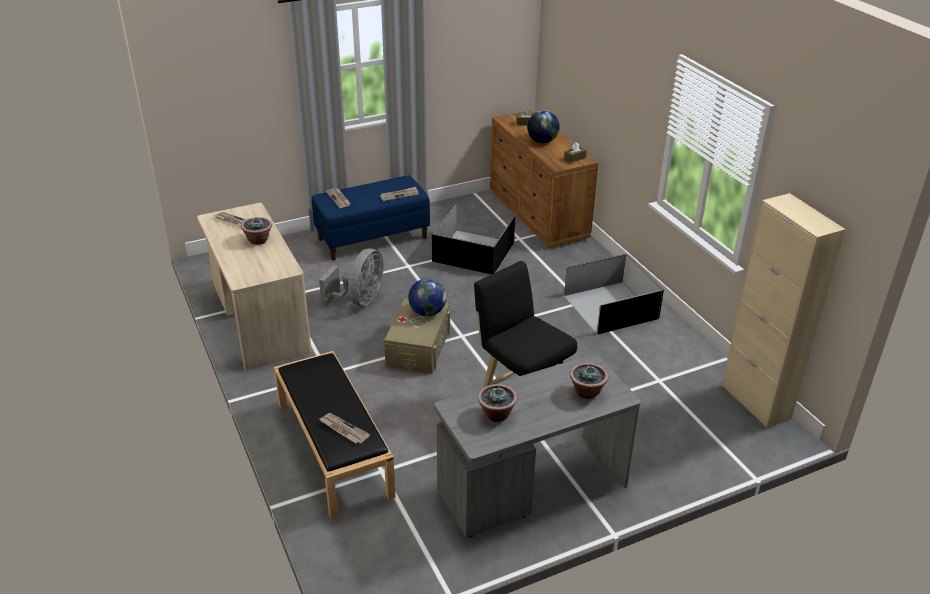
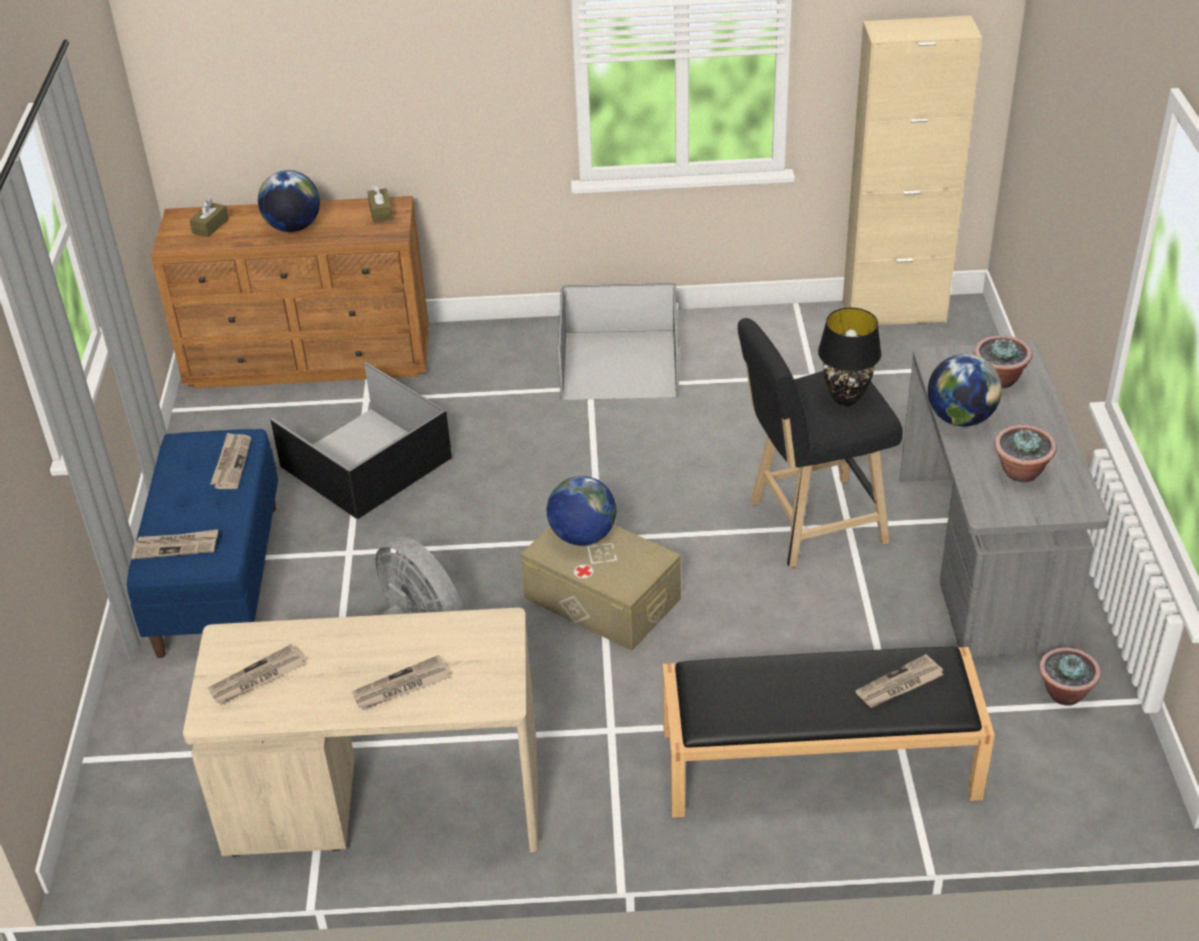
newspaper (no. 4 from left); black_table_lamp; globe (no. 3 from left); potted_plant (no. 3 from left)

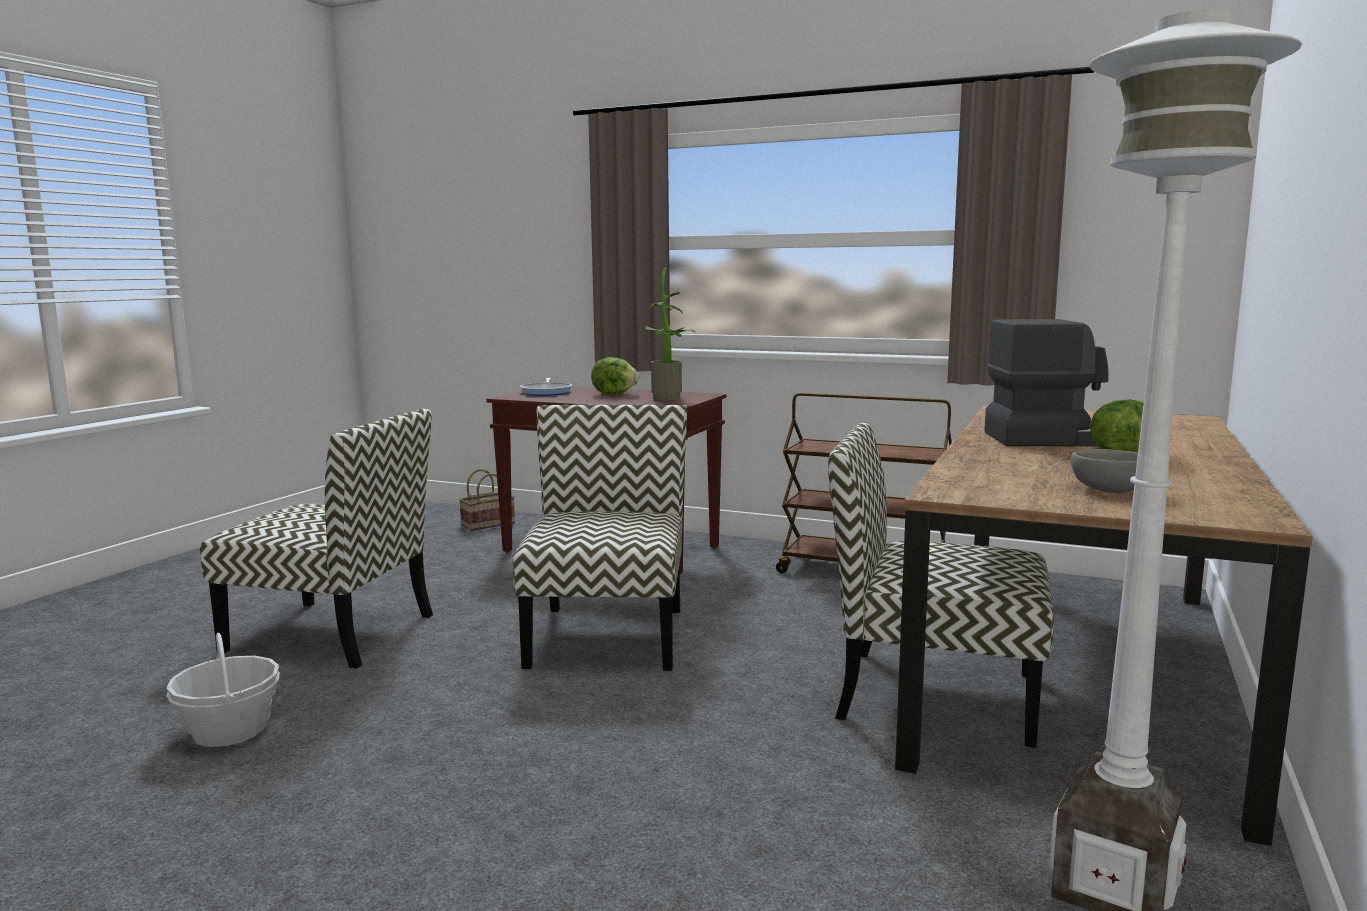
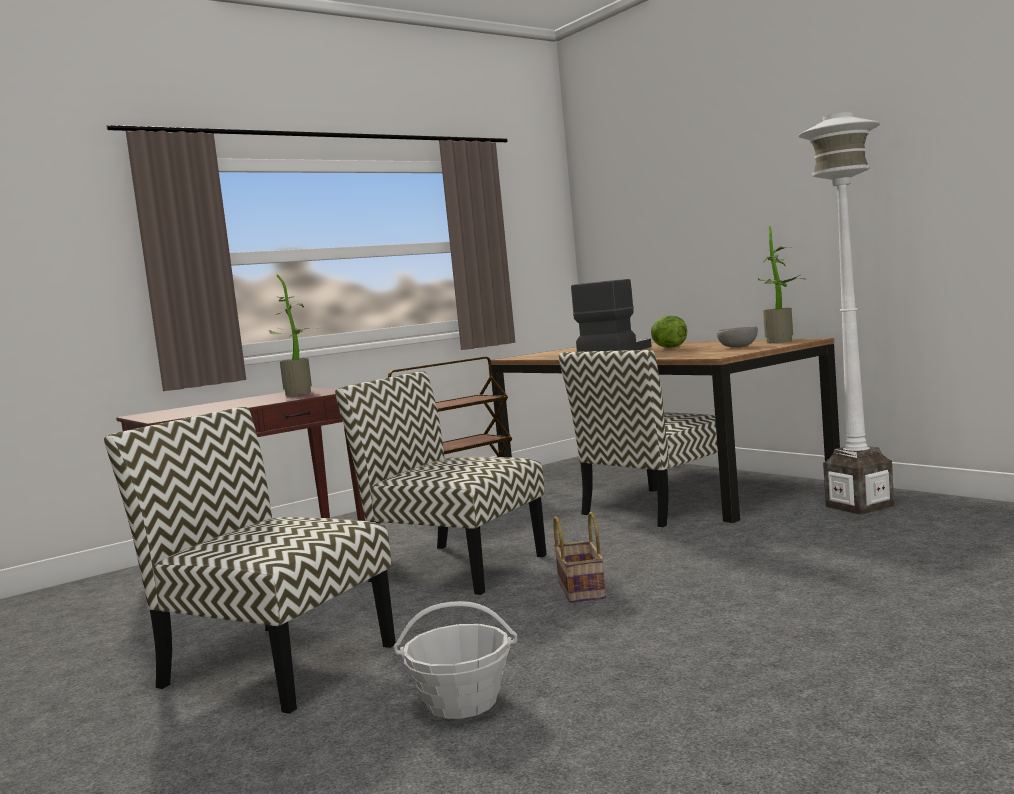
frying_pan; lettuce (no. 1 from left in the first image); potted_plant (no. 2 from left); basket (no. 2 from left); chair (no. 1 from left)

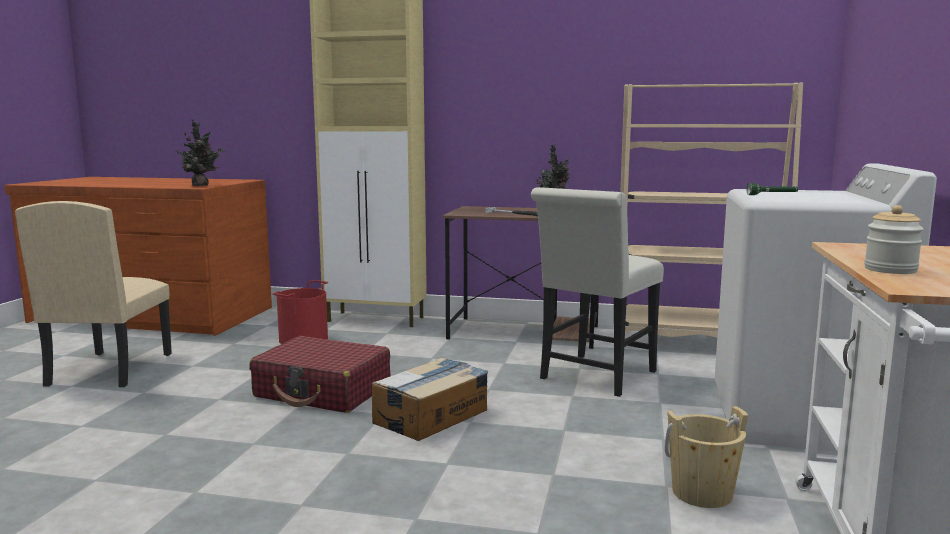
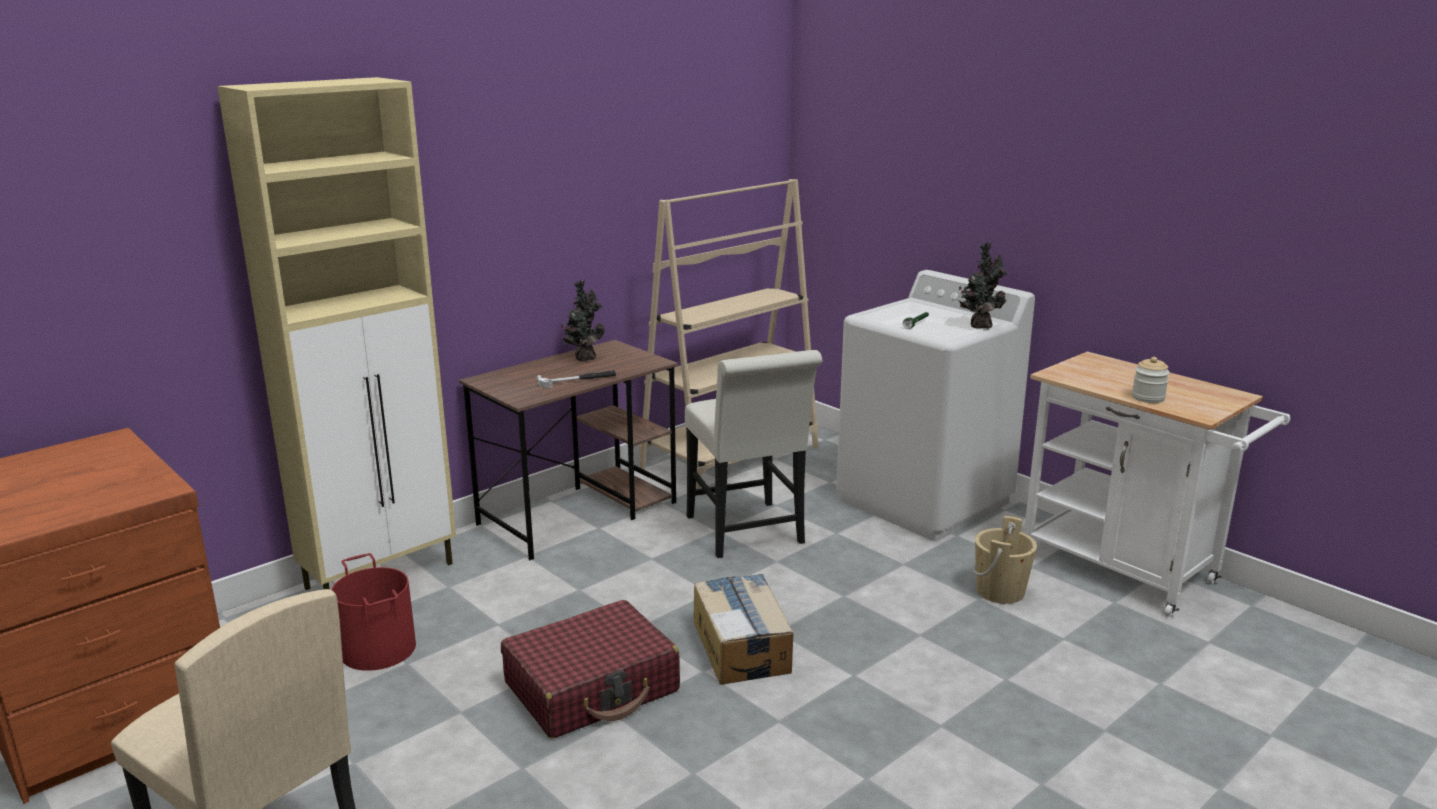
potted_plant (no. 2 from left)

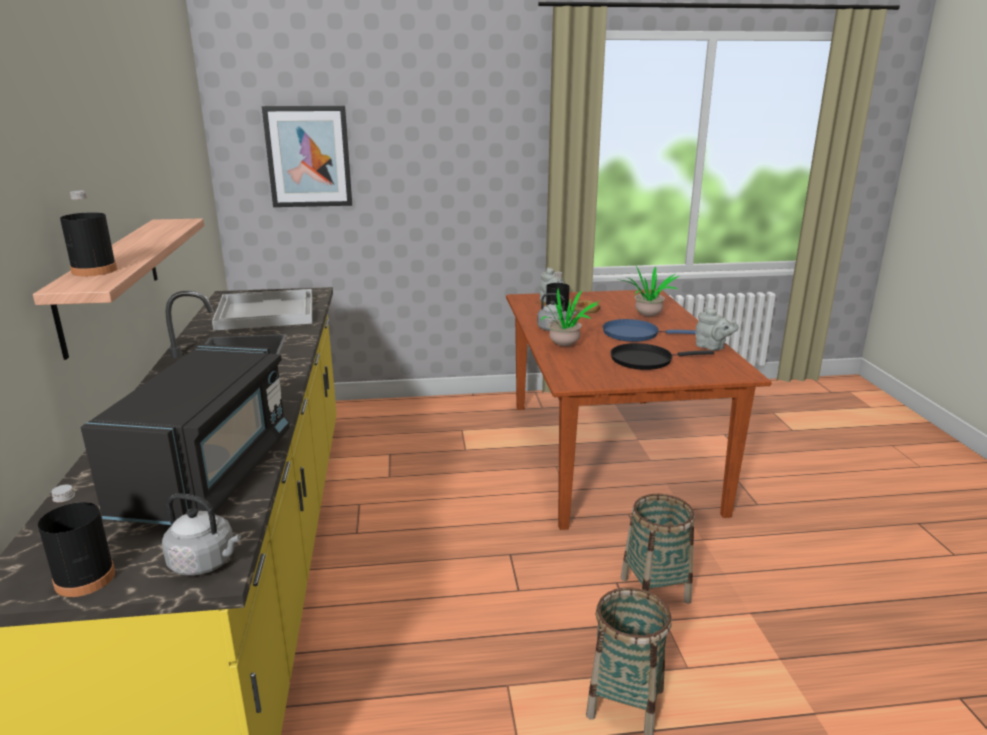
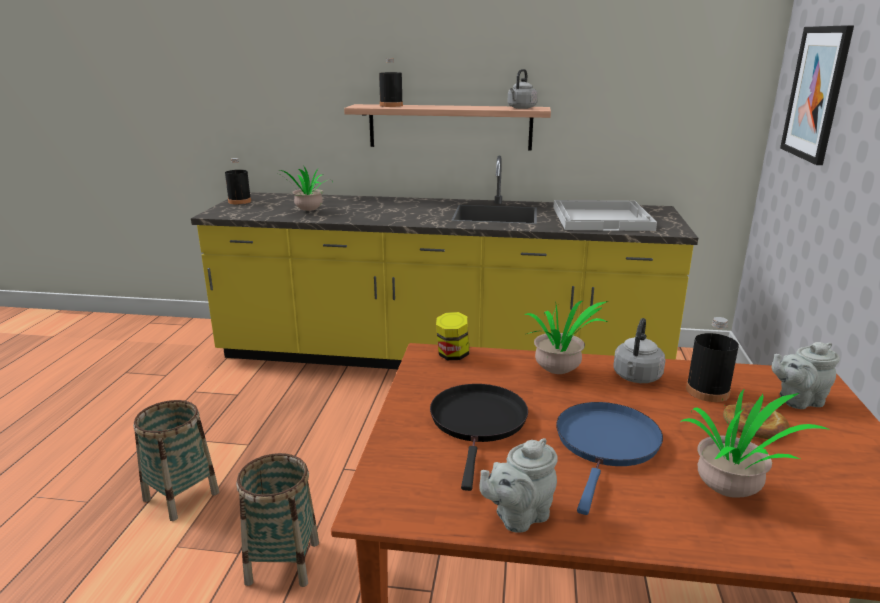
jar; grey_kettle (no. 1 from left); potted_plant (no. 1 from left)

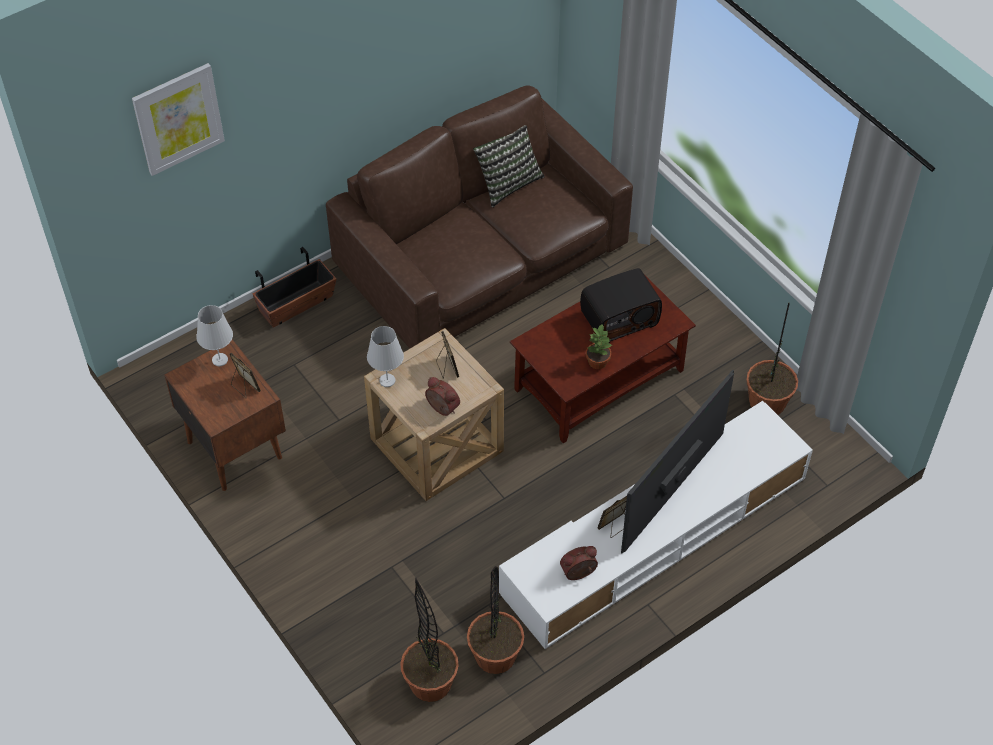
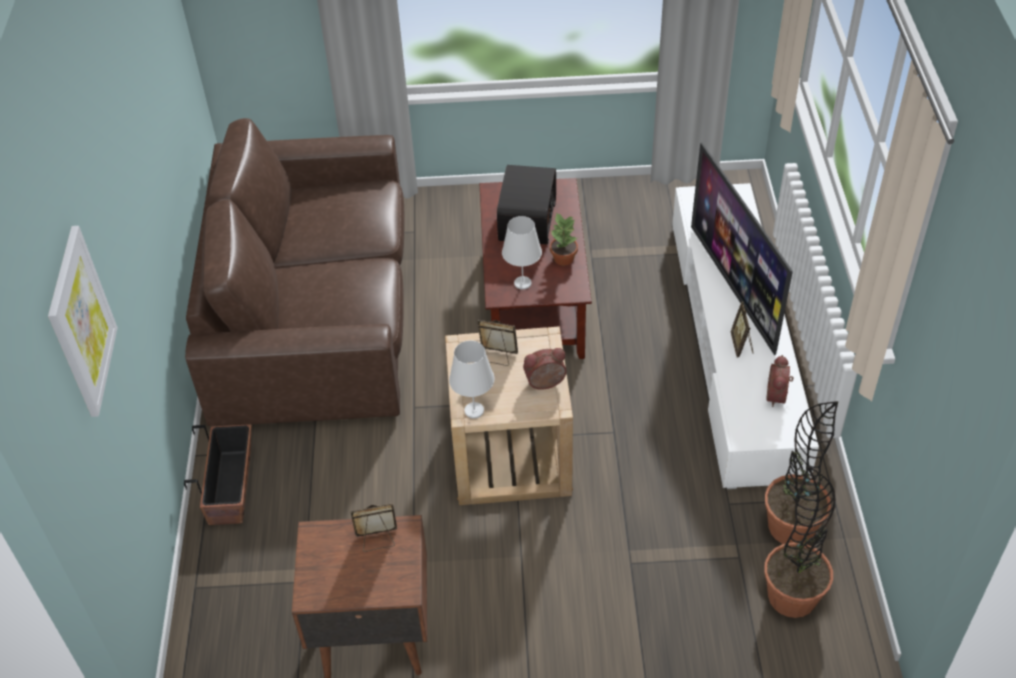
pillow; potted_plant (no. 4 from left in the first image); white_table_lamp (no. 2 from left)

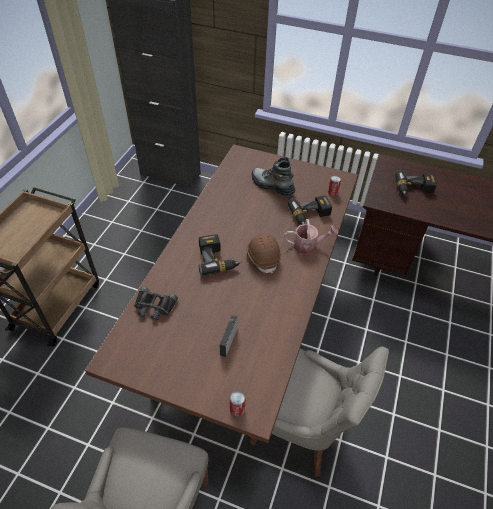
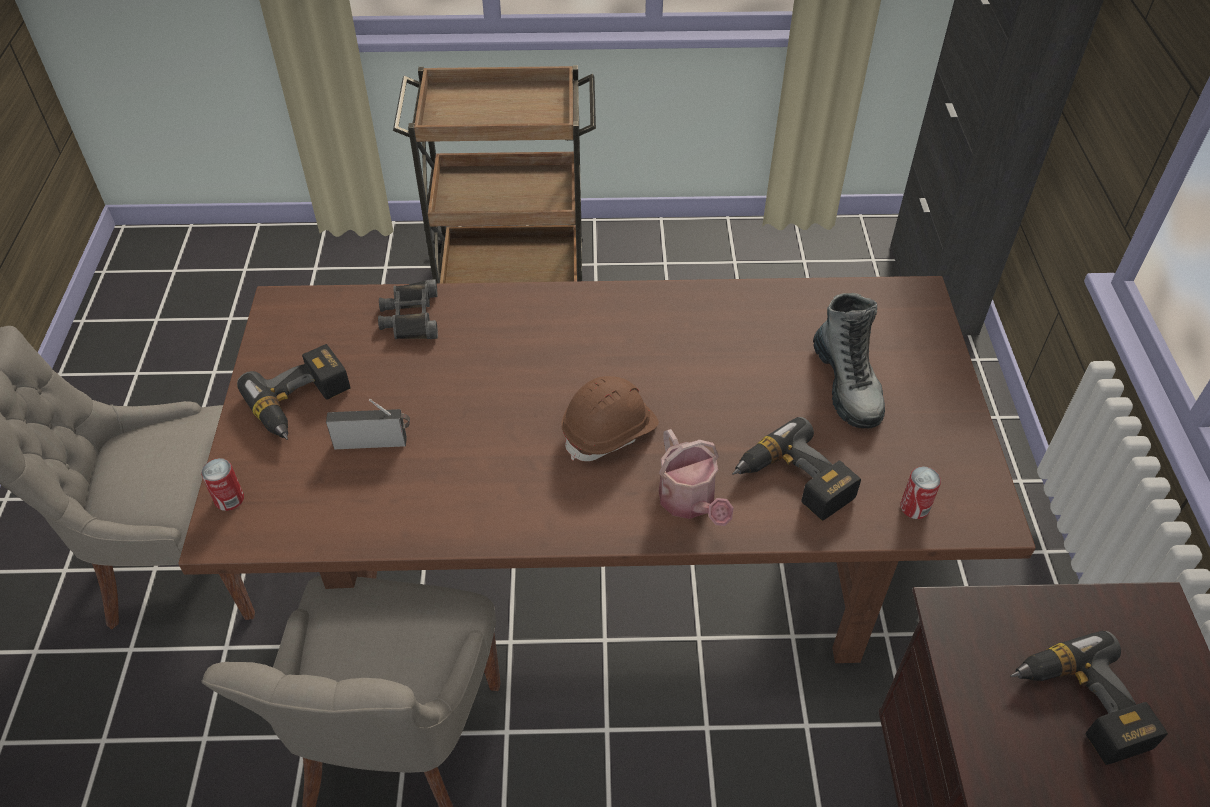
power_drill (no. 1 from left); boot

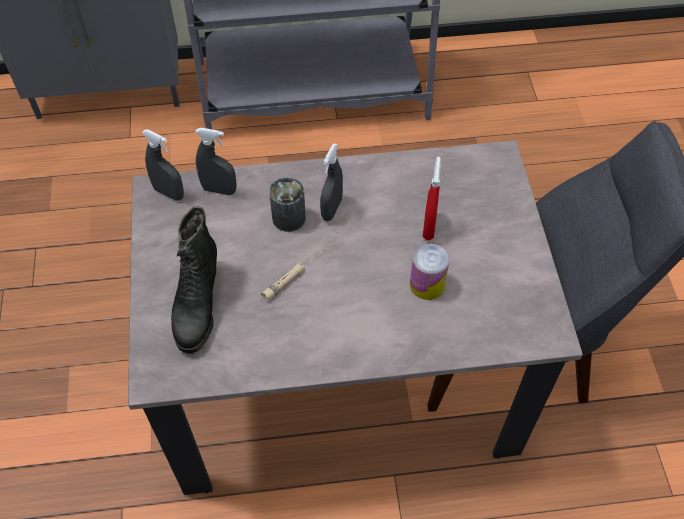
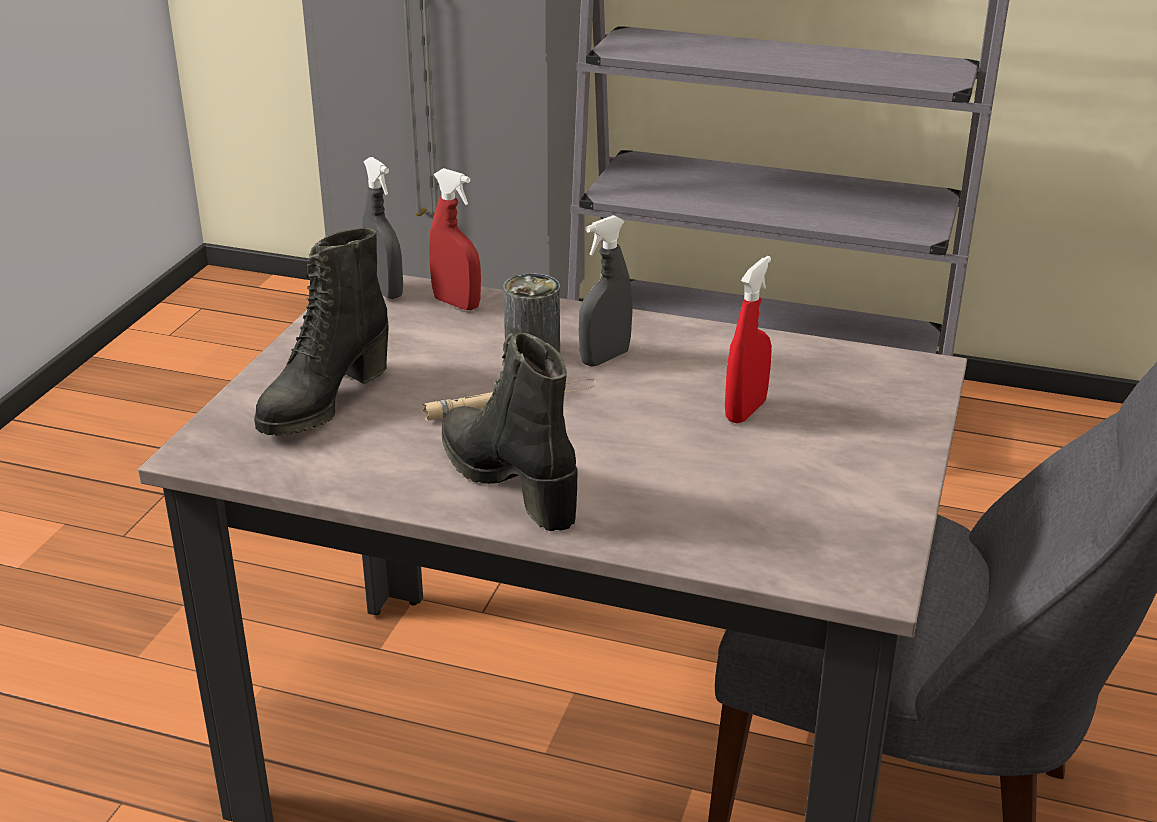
can (no. 2 from left in the first image); black_boot (no. 2 from left); red_spray_bottle (no. 1 from left)

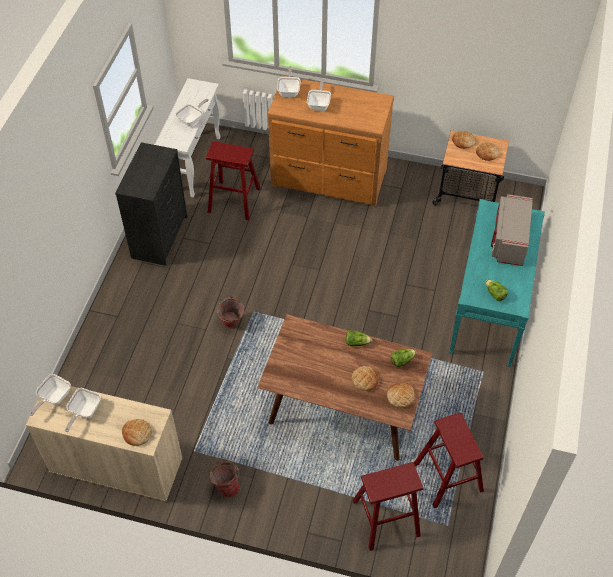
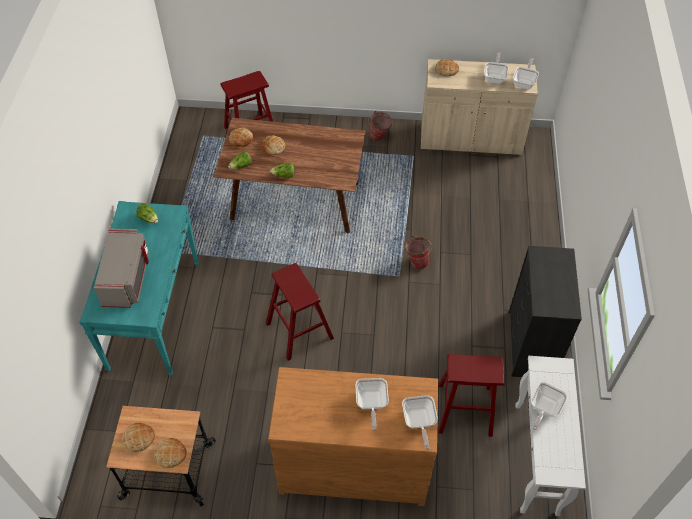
red_stool (no. 2 from left)

